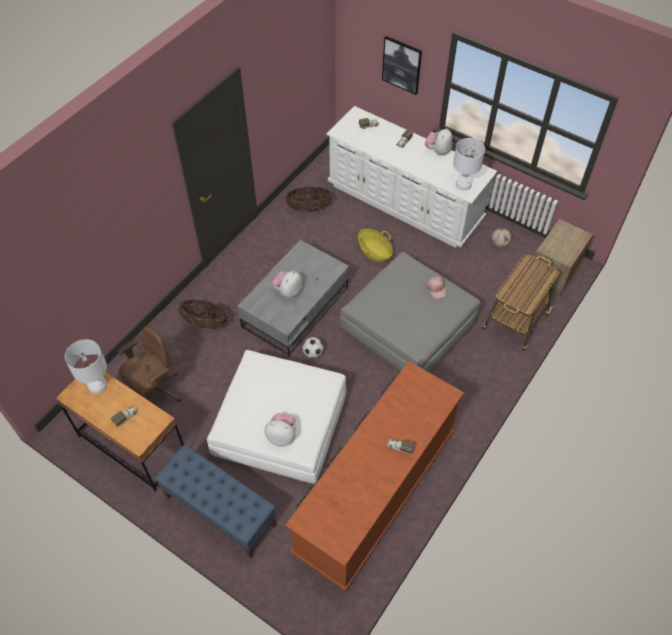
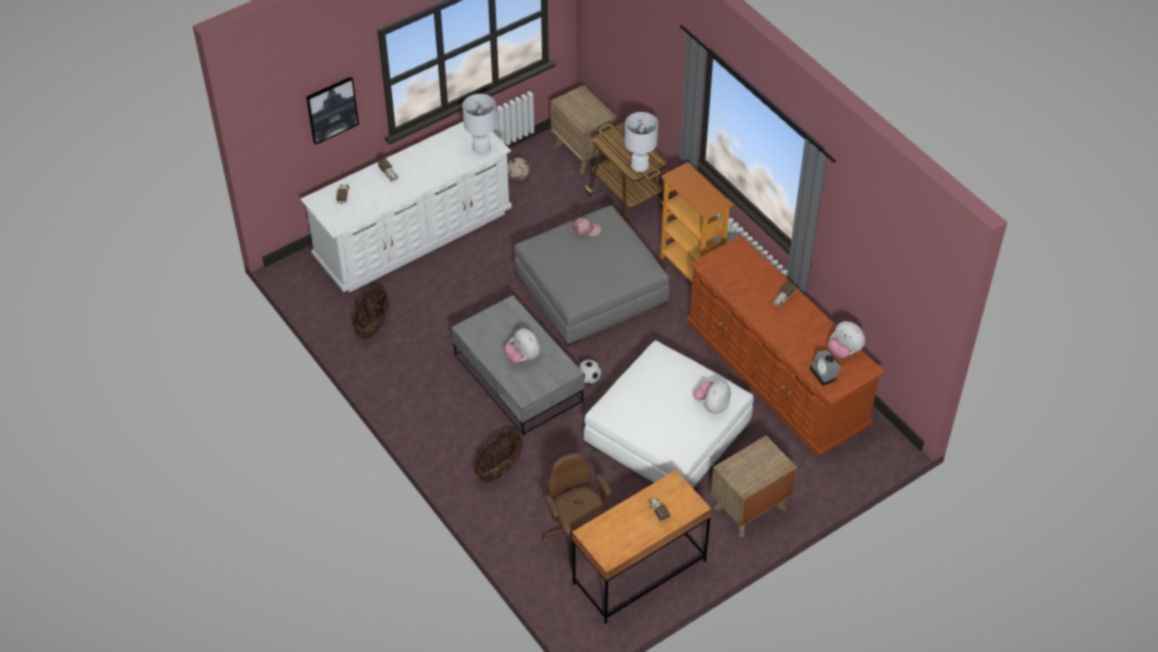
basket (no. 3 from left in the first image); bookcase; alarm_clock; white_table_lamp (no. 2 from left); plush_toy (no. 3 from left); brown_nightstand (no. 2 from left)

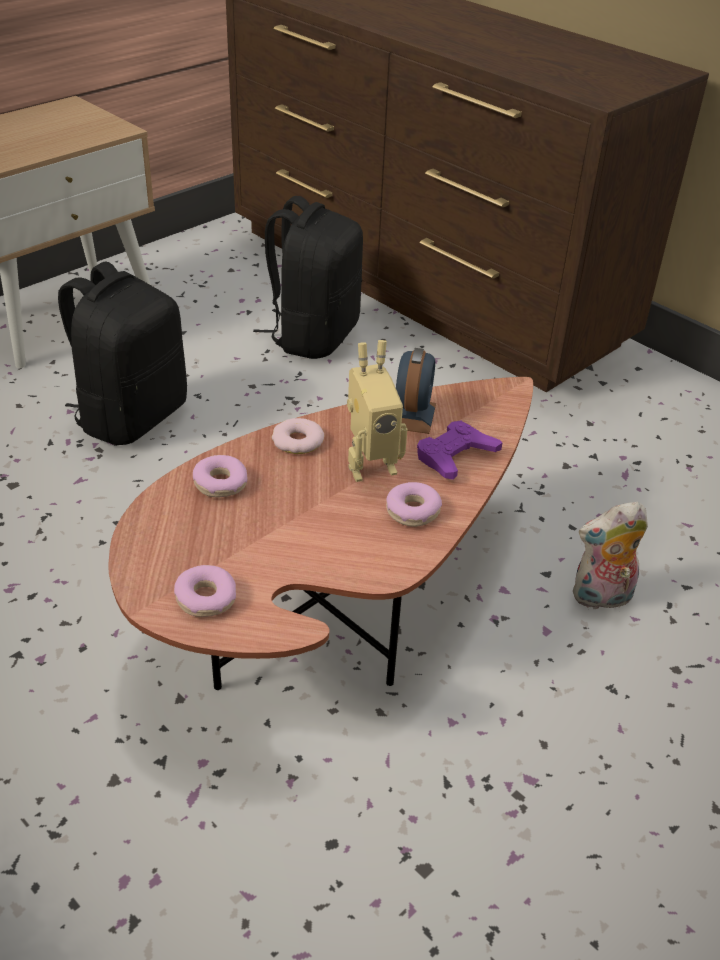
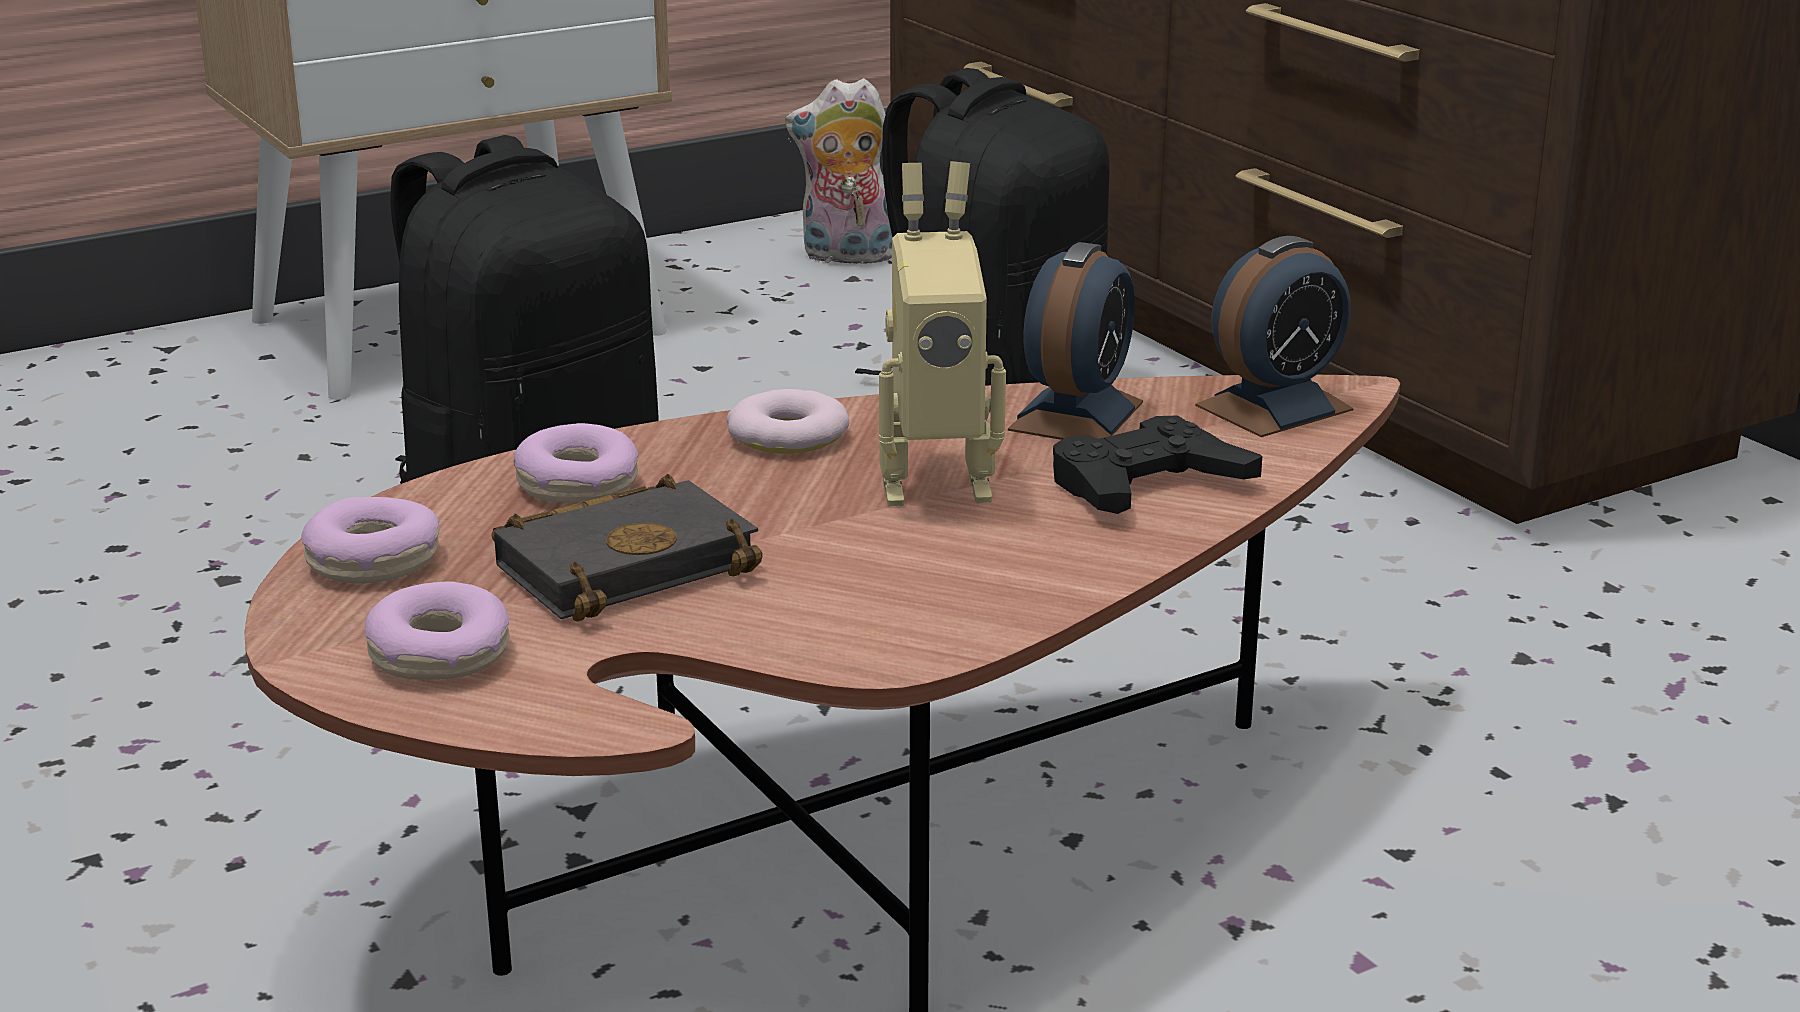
black_book; alarm_clock (no. 2 from left); donut (no. 1 from left); plush_toy; black_game_controller

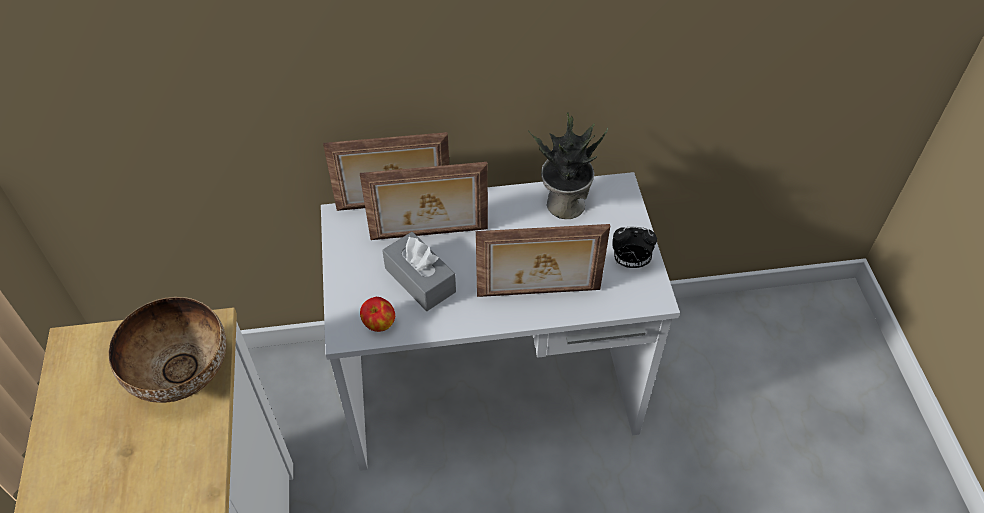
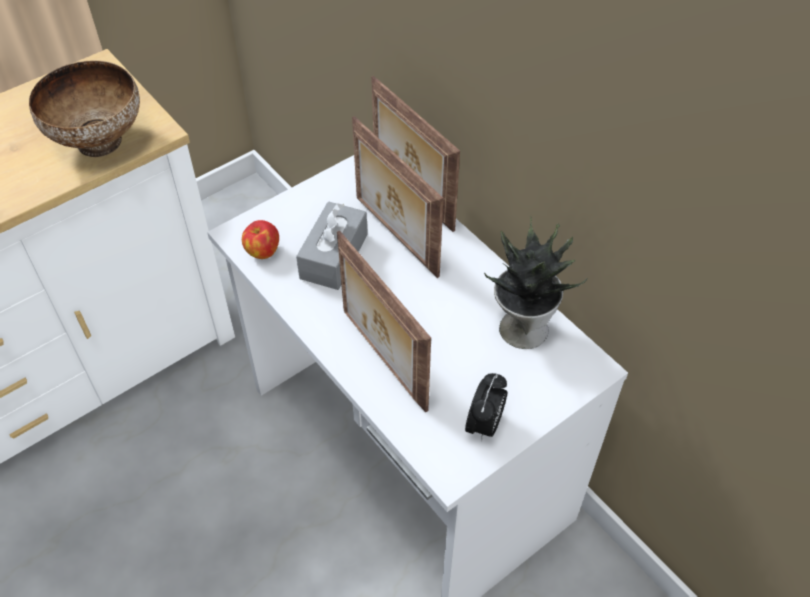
alarm_clock

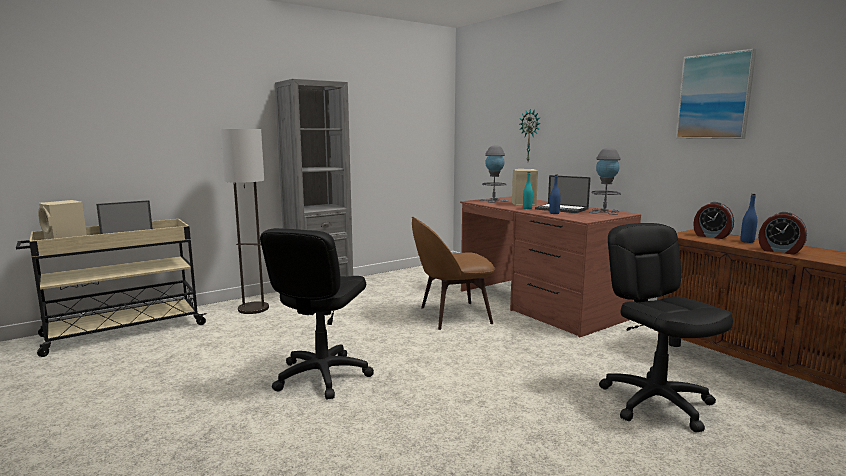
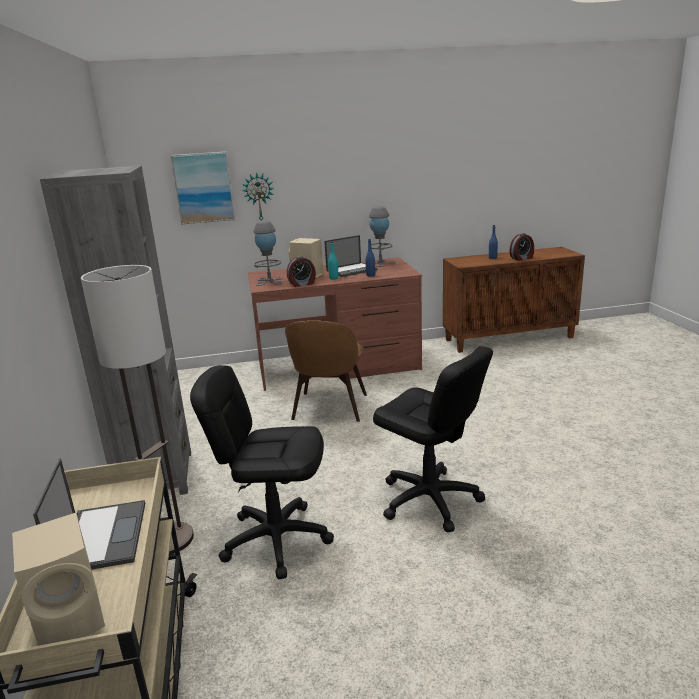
black_office_chair (no. 1 from left); picture; alarm_clock (no. 1 from left)

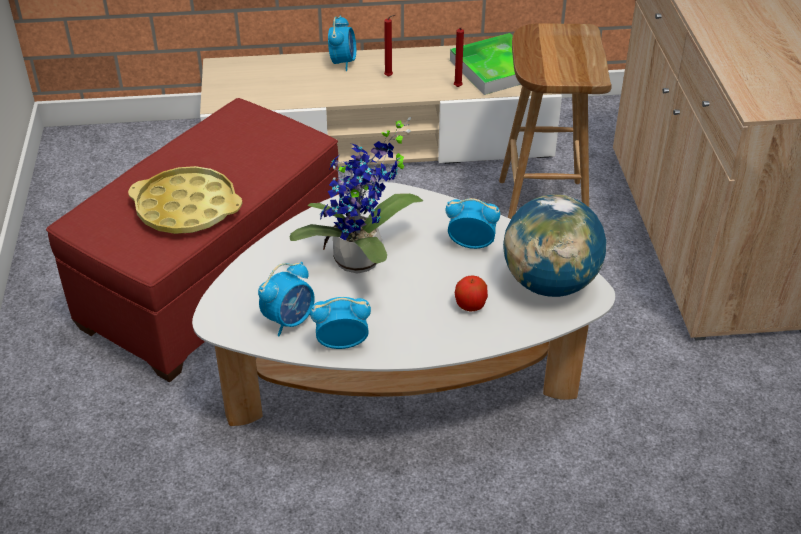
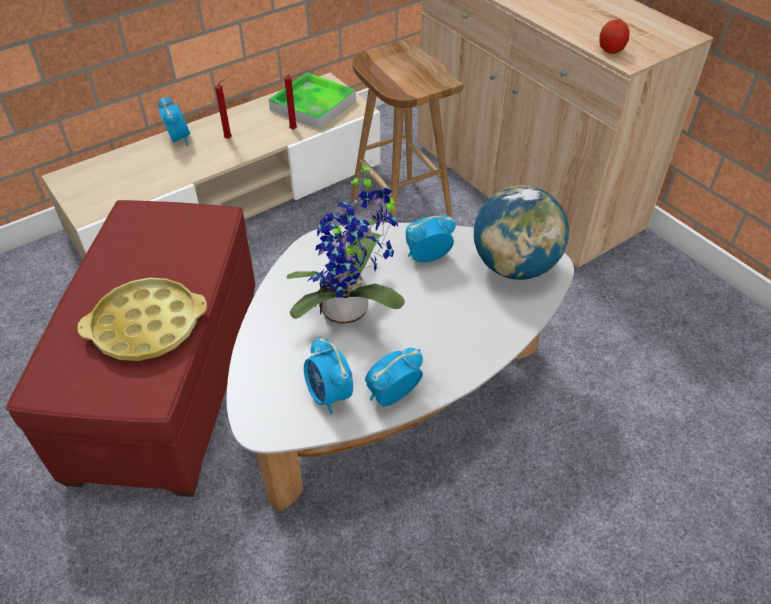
apple; alarm_clock (no. 2 from left)

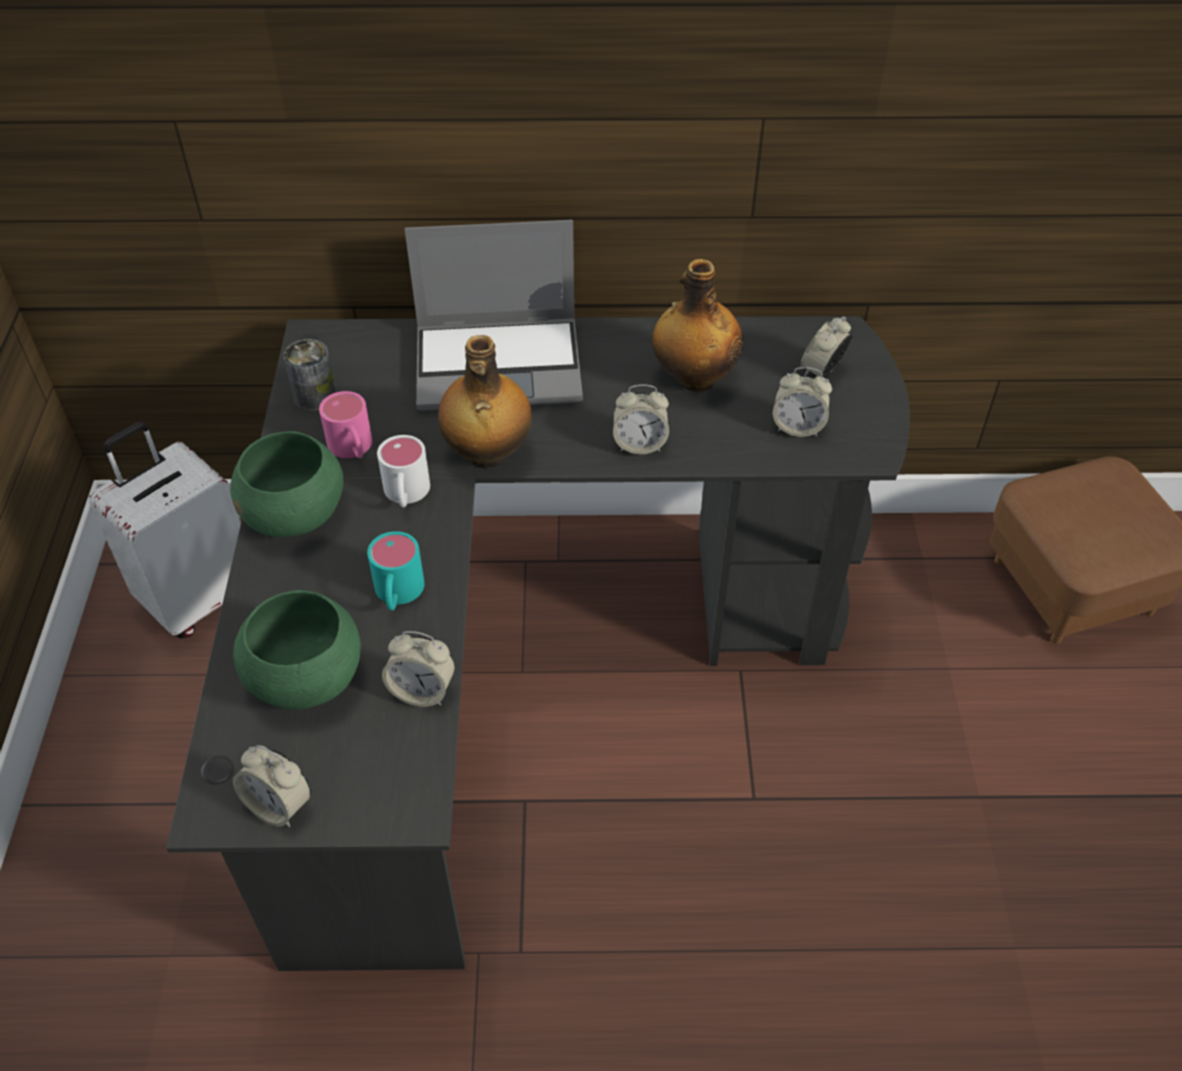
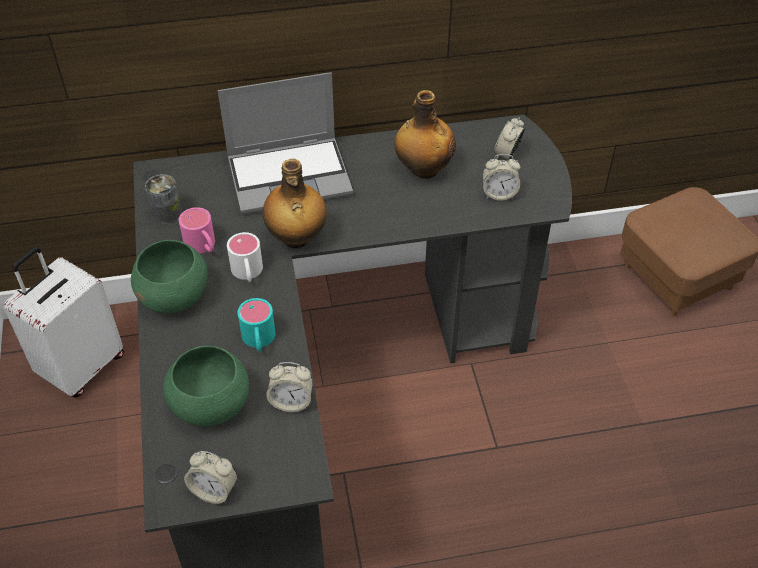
alarm_clock (no. 3 from left in the first image)

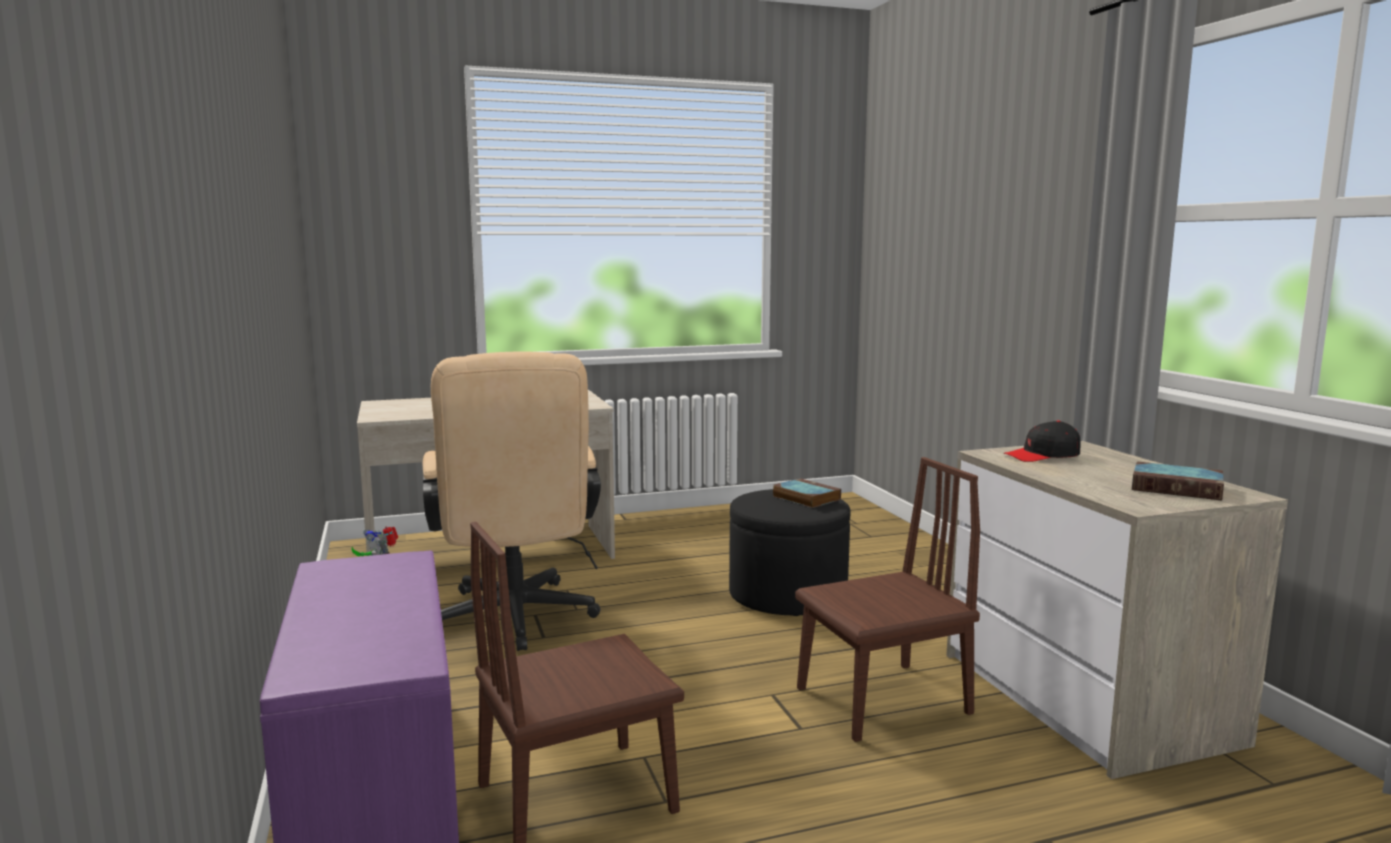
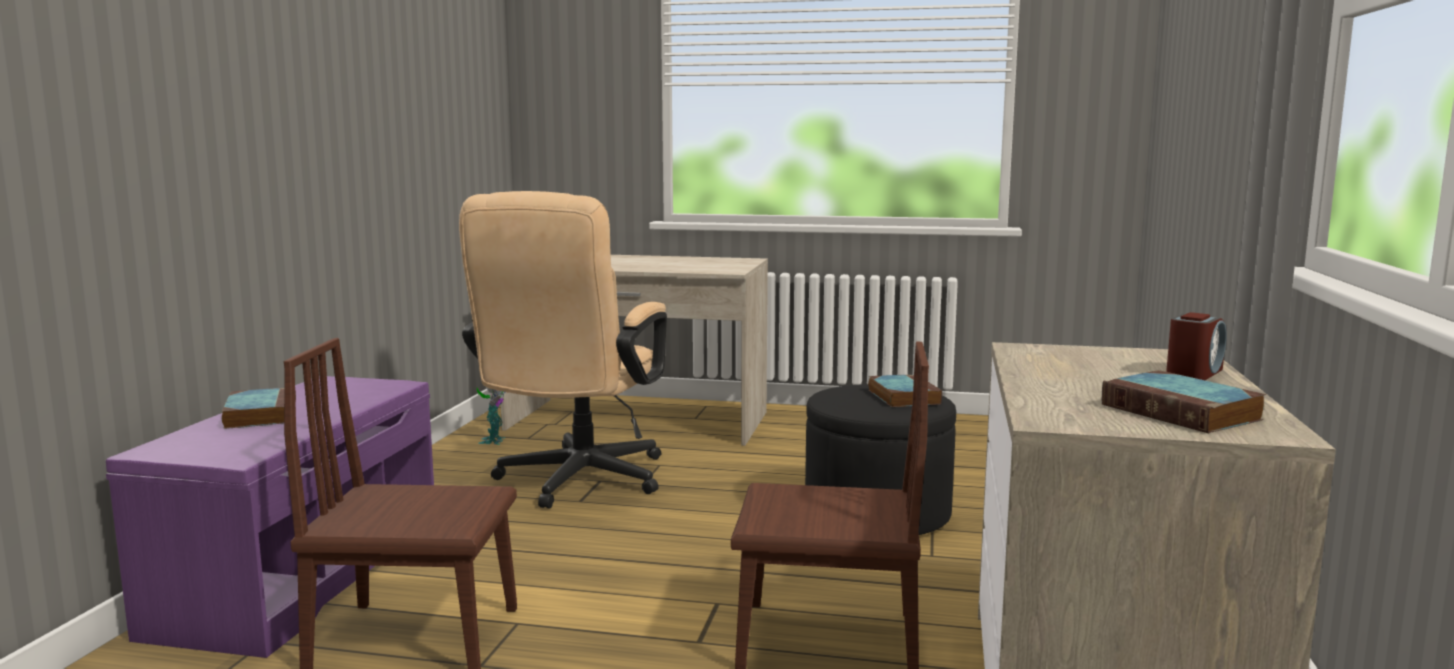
black_cap; book (no. 1 from left); alarm_clock

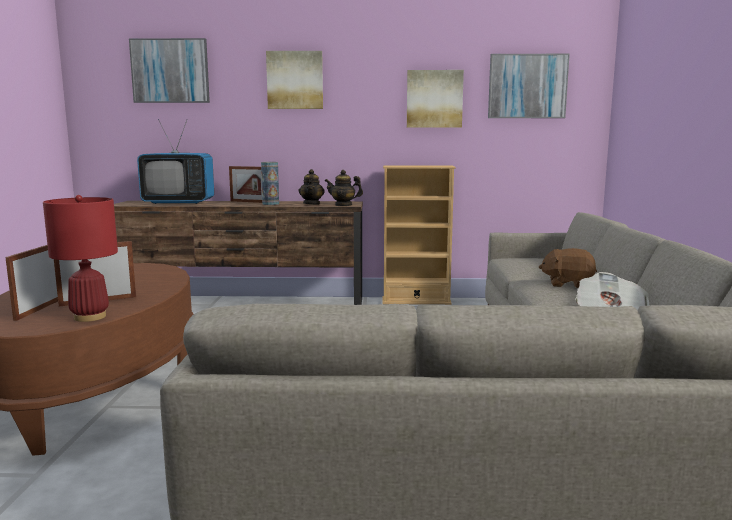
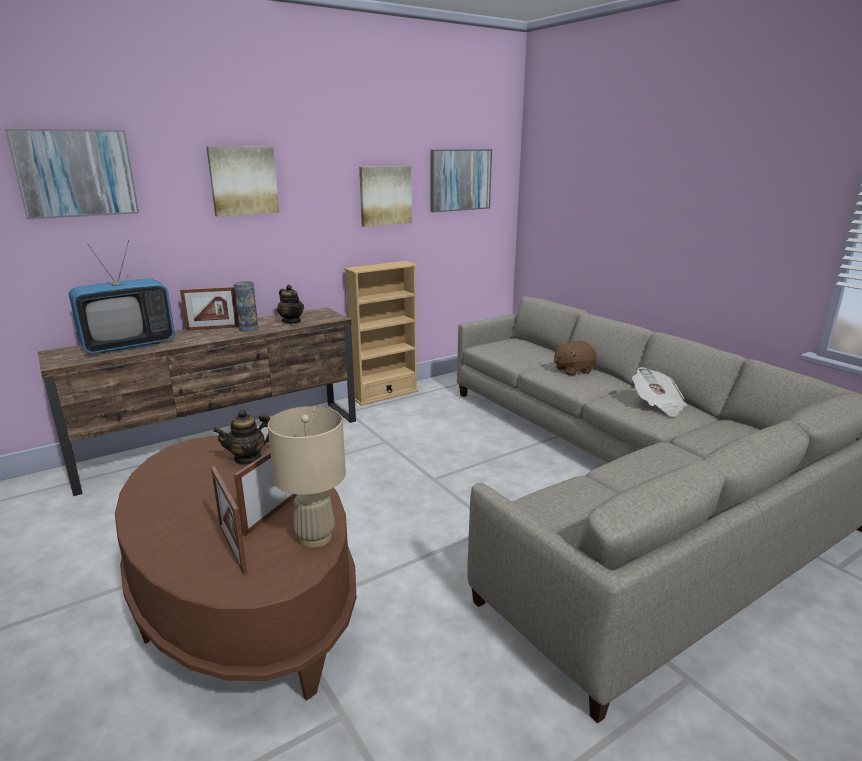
teapot (no. 1 from left); beige_table_lamp

